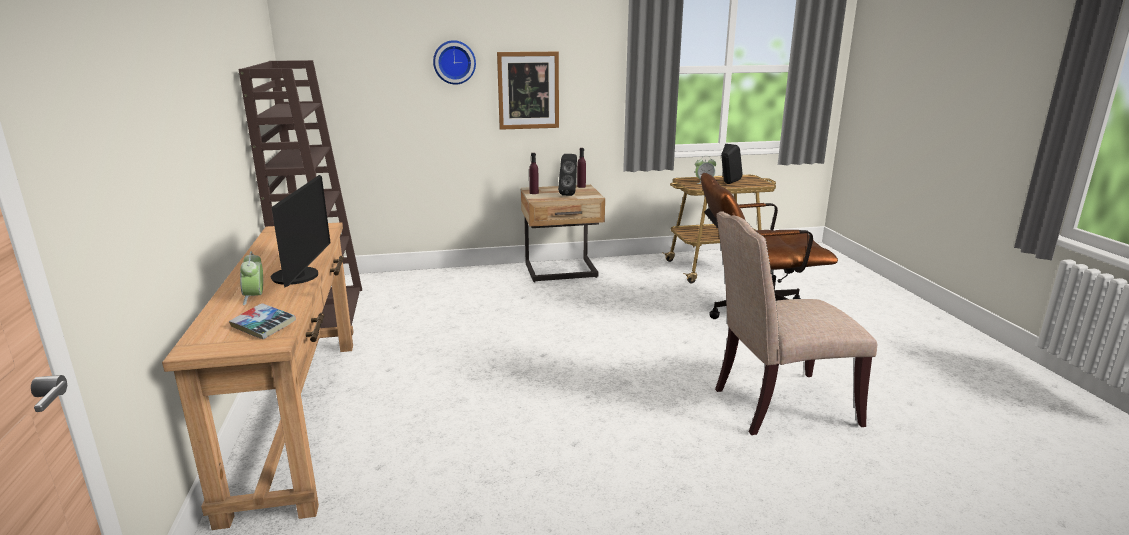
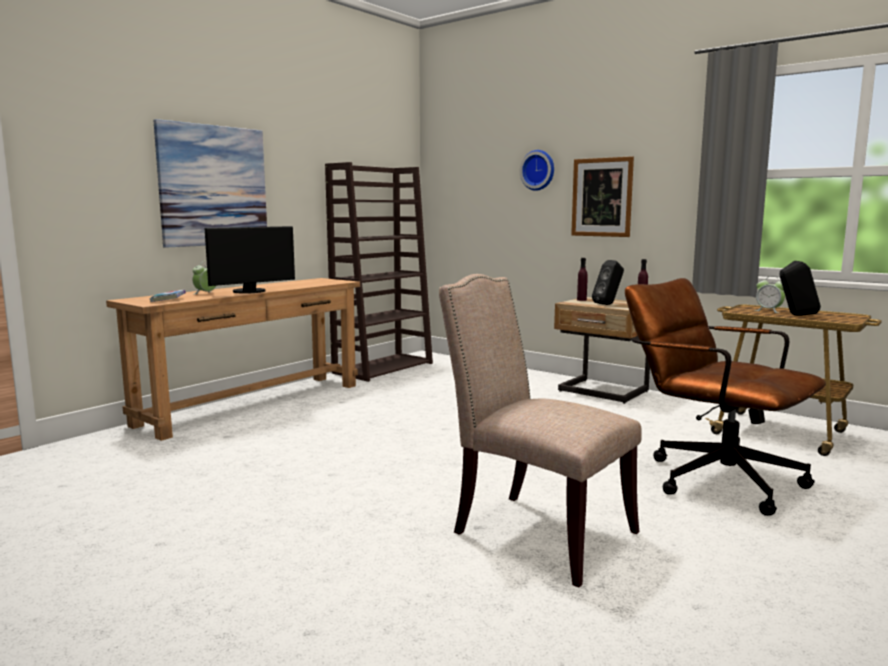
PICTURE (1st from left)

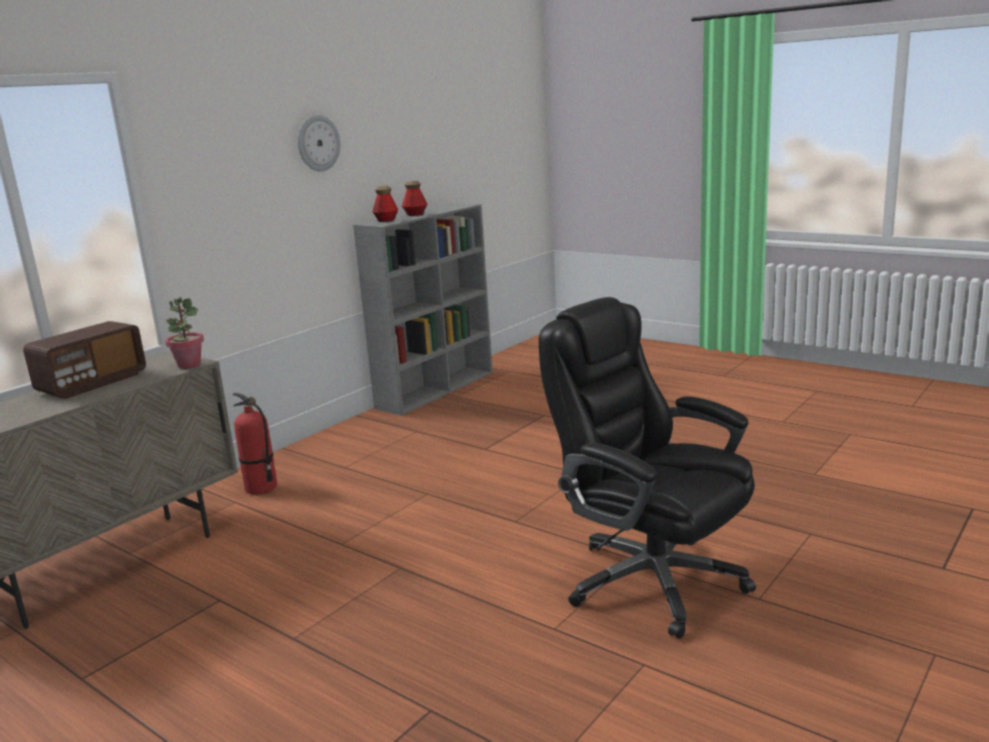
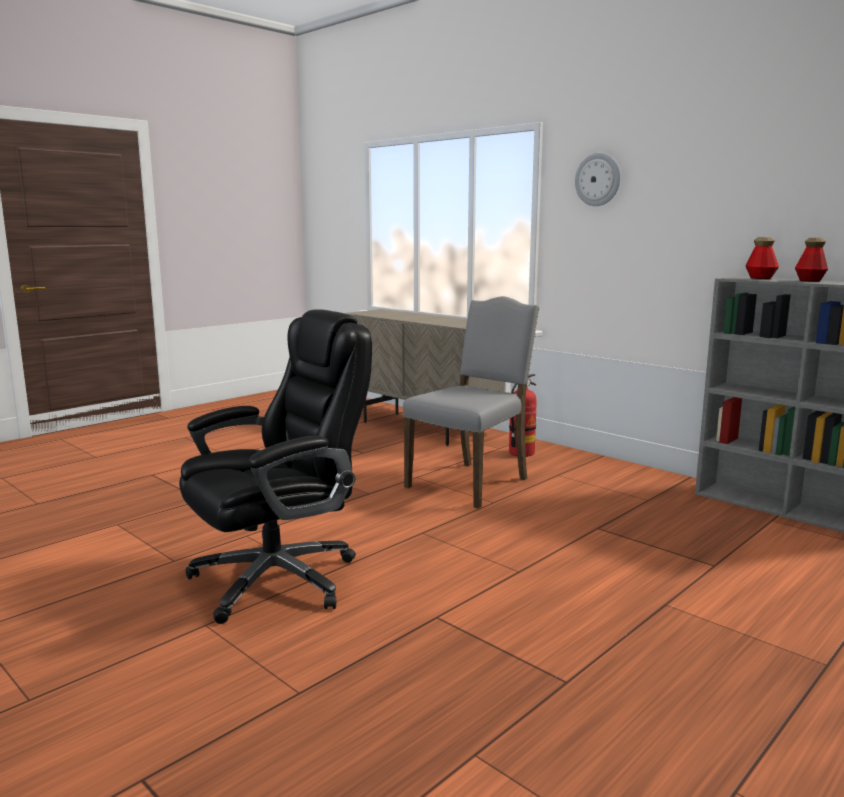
RADIO; POTTED PLANT; WALL CLOCK; GREY CHAIR

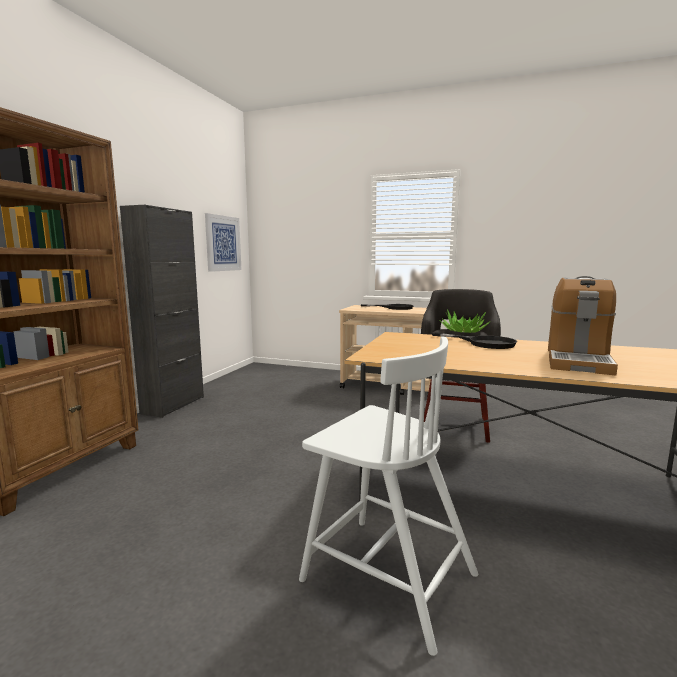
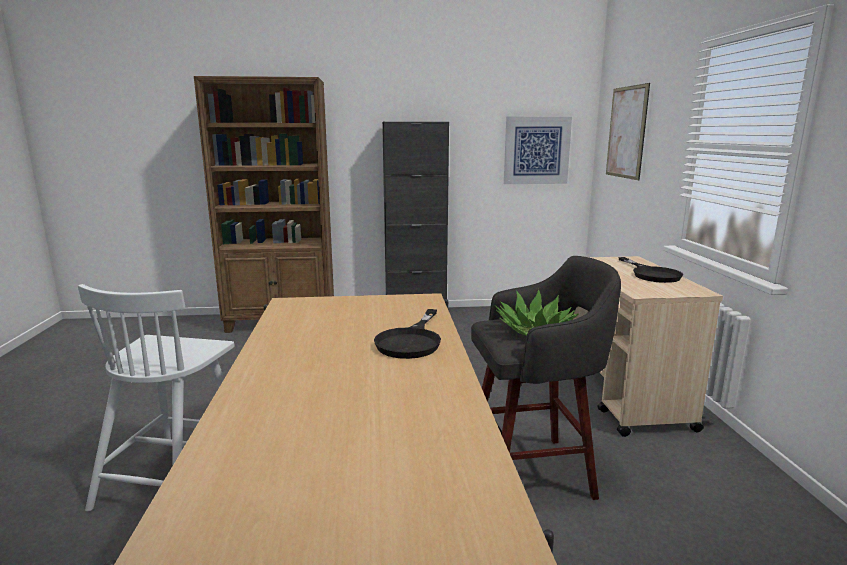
COFFEE MACHINE; PICTURE (2nd from left)

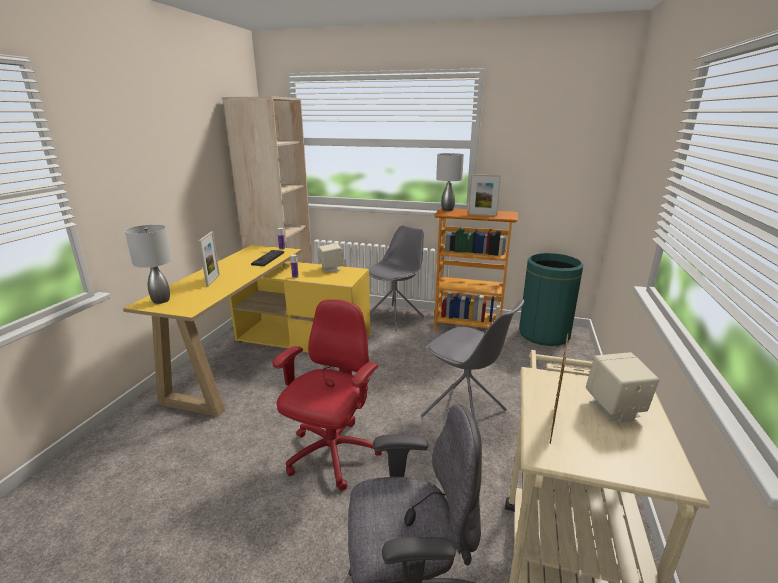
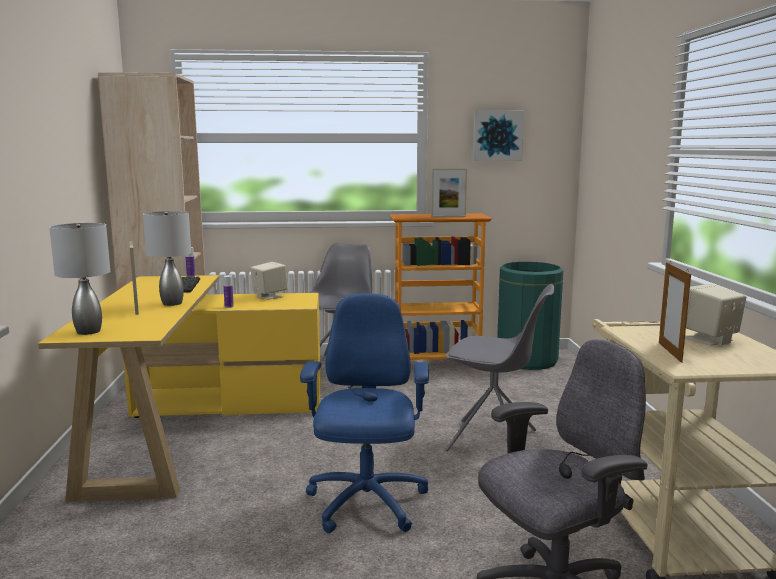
BLUE OFFICE CHAIR; GREY TABLE LAMP (2nd from left); PICTURE

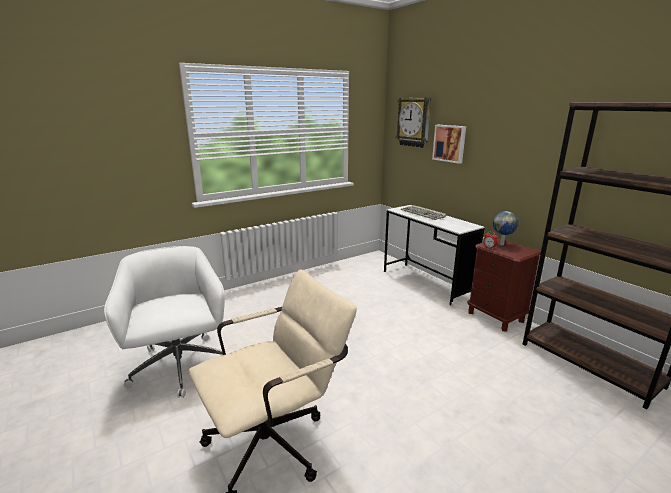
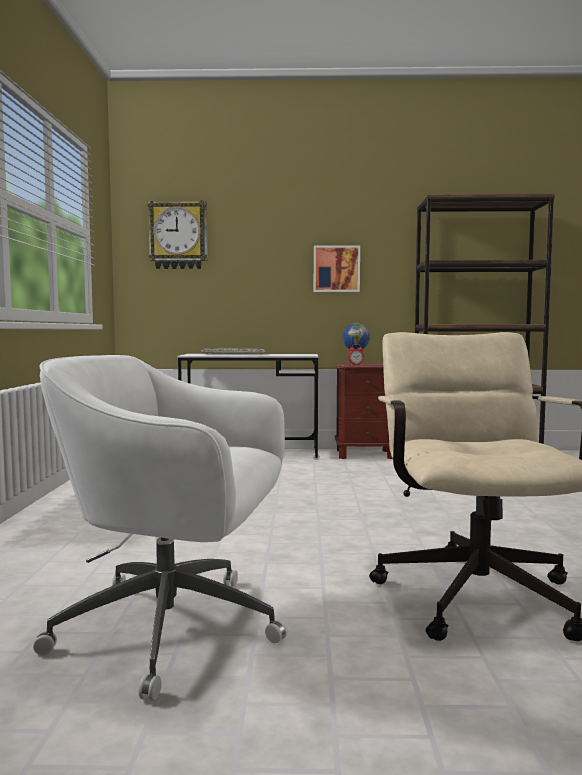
PICTURE

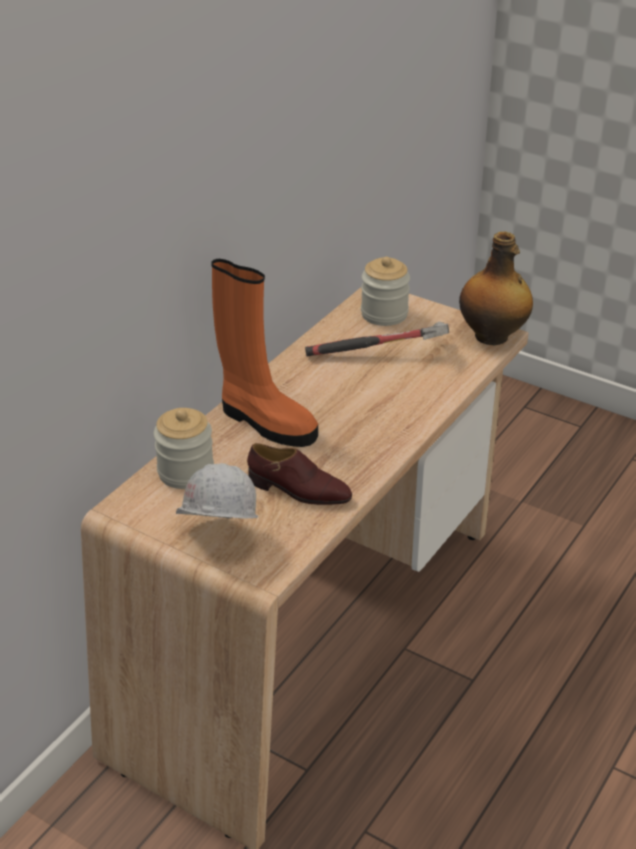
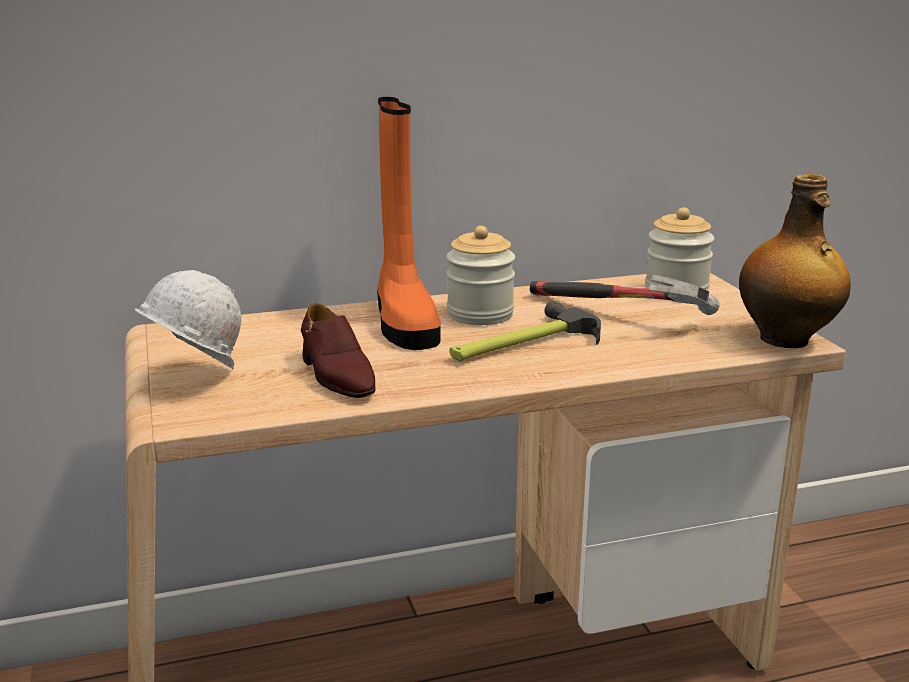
JAR (1st from left); HAMMER (1st from left)

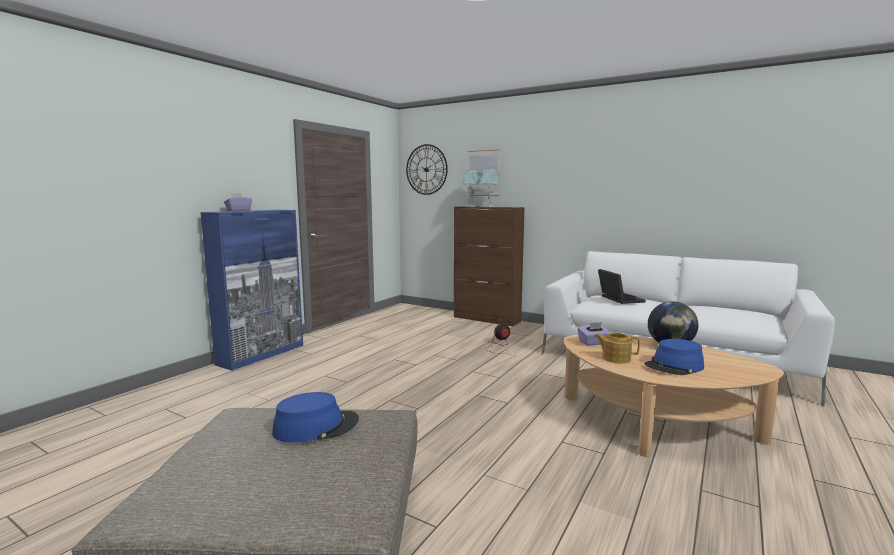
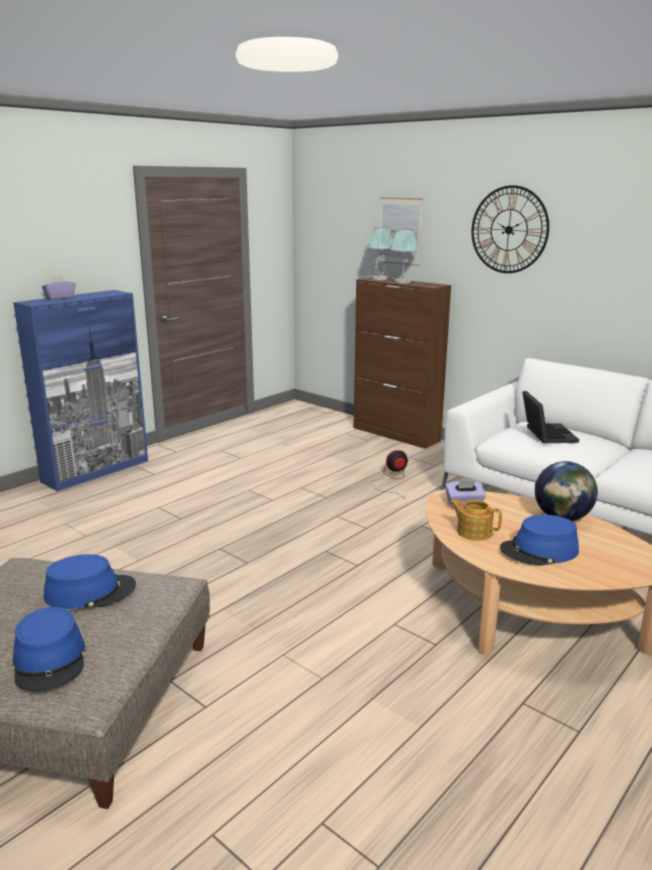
WALL CLOCK; BLUE HAT (1st from left)

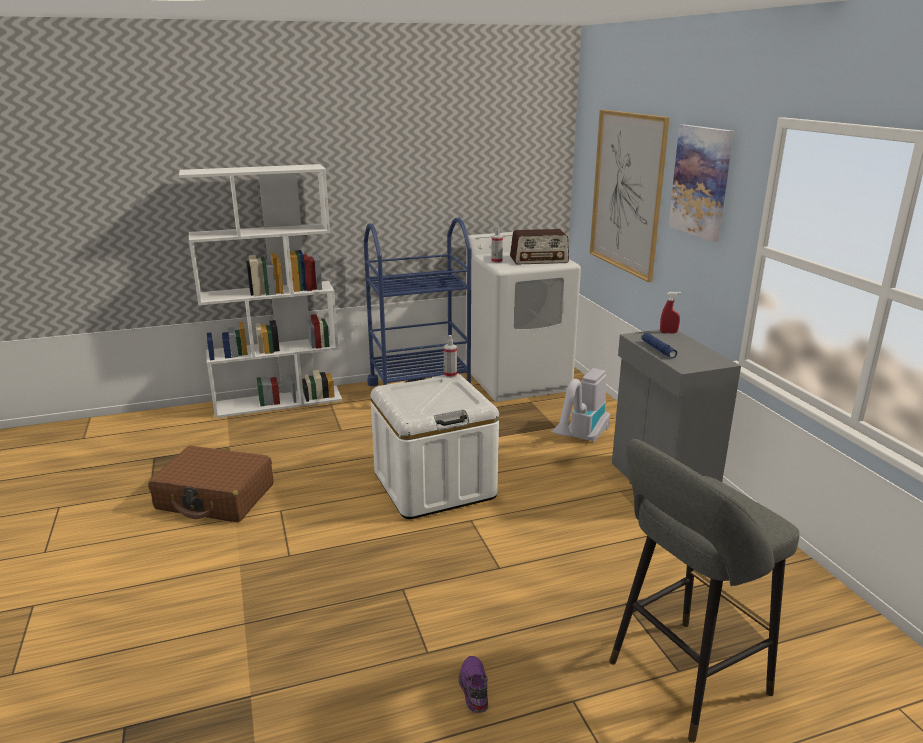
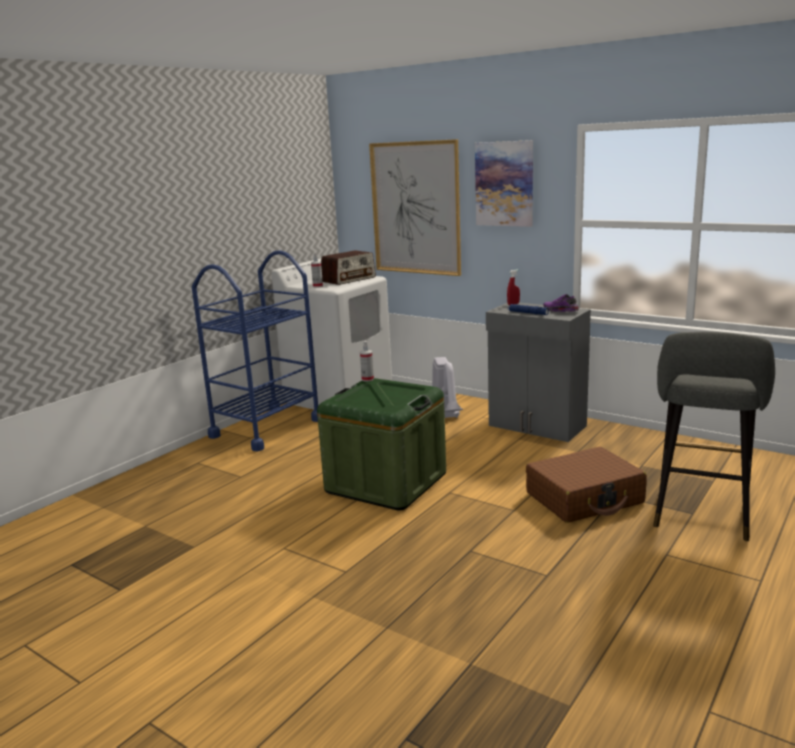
BROWN SUITCASE; WHITE BOOKCASE; GREEN STORAGE BOX; PURPLE SHOE

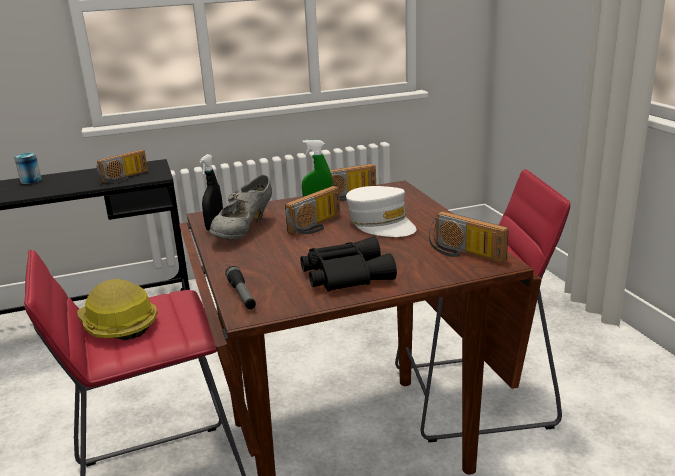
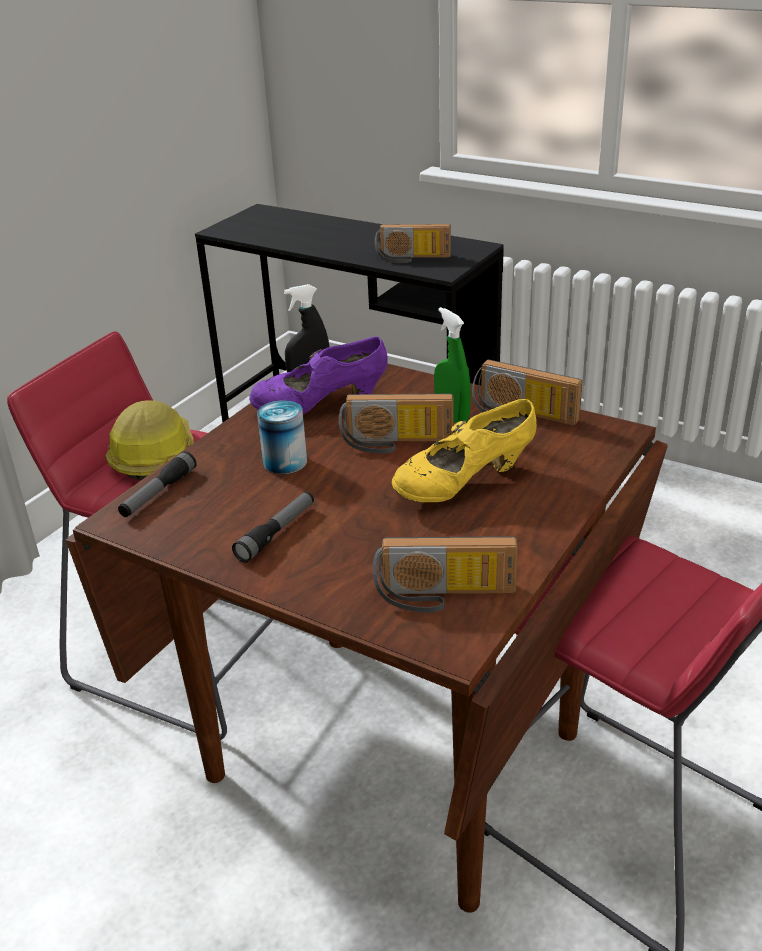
CAN; PURPLE SHOE; FLASHLIGHT (2nd from left); YELLOW SHOE; RADIO (3rd from left)

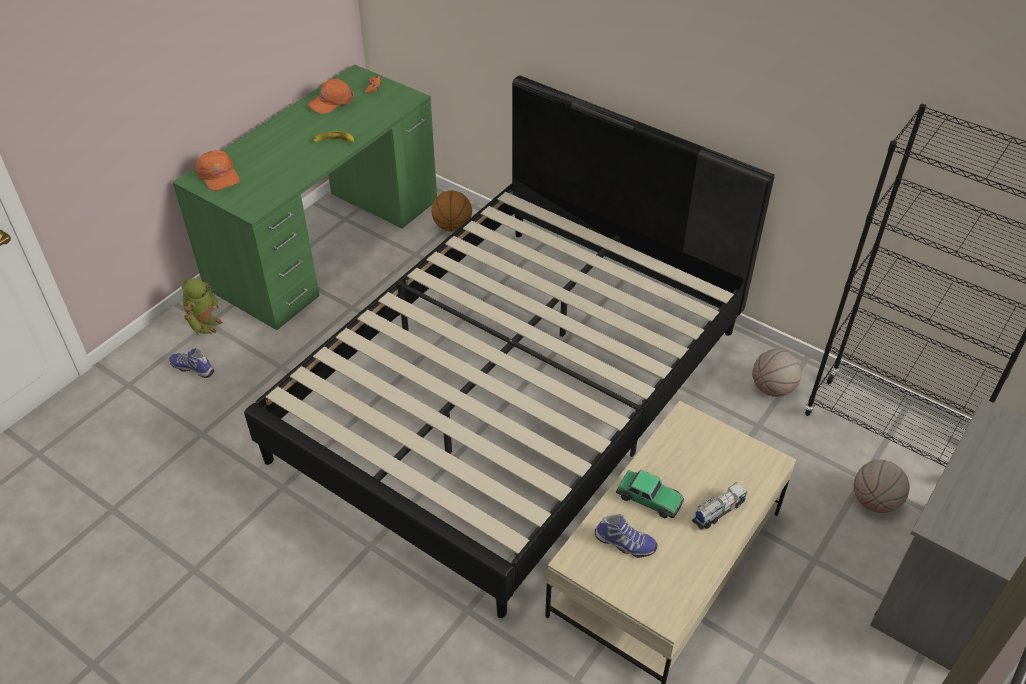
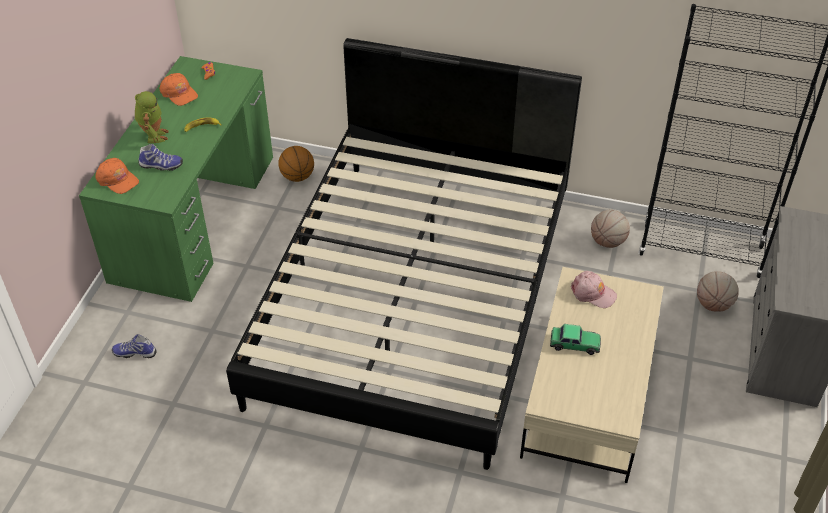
TOY ROBOT; ORANGE CAP (2nd from left); SHOE (2nd from left); TOY TRUCK; PINK CAP

